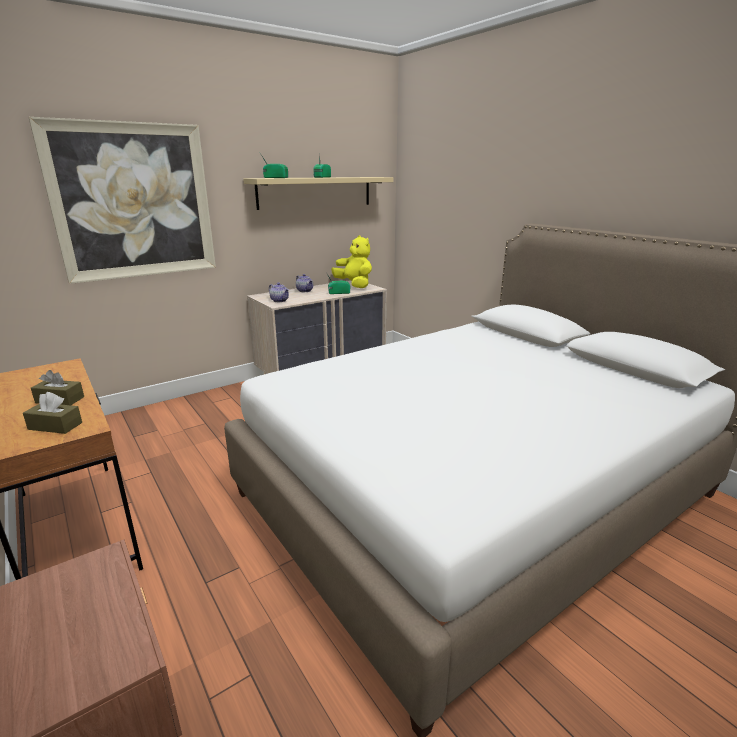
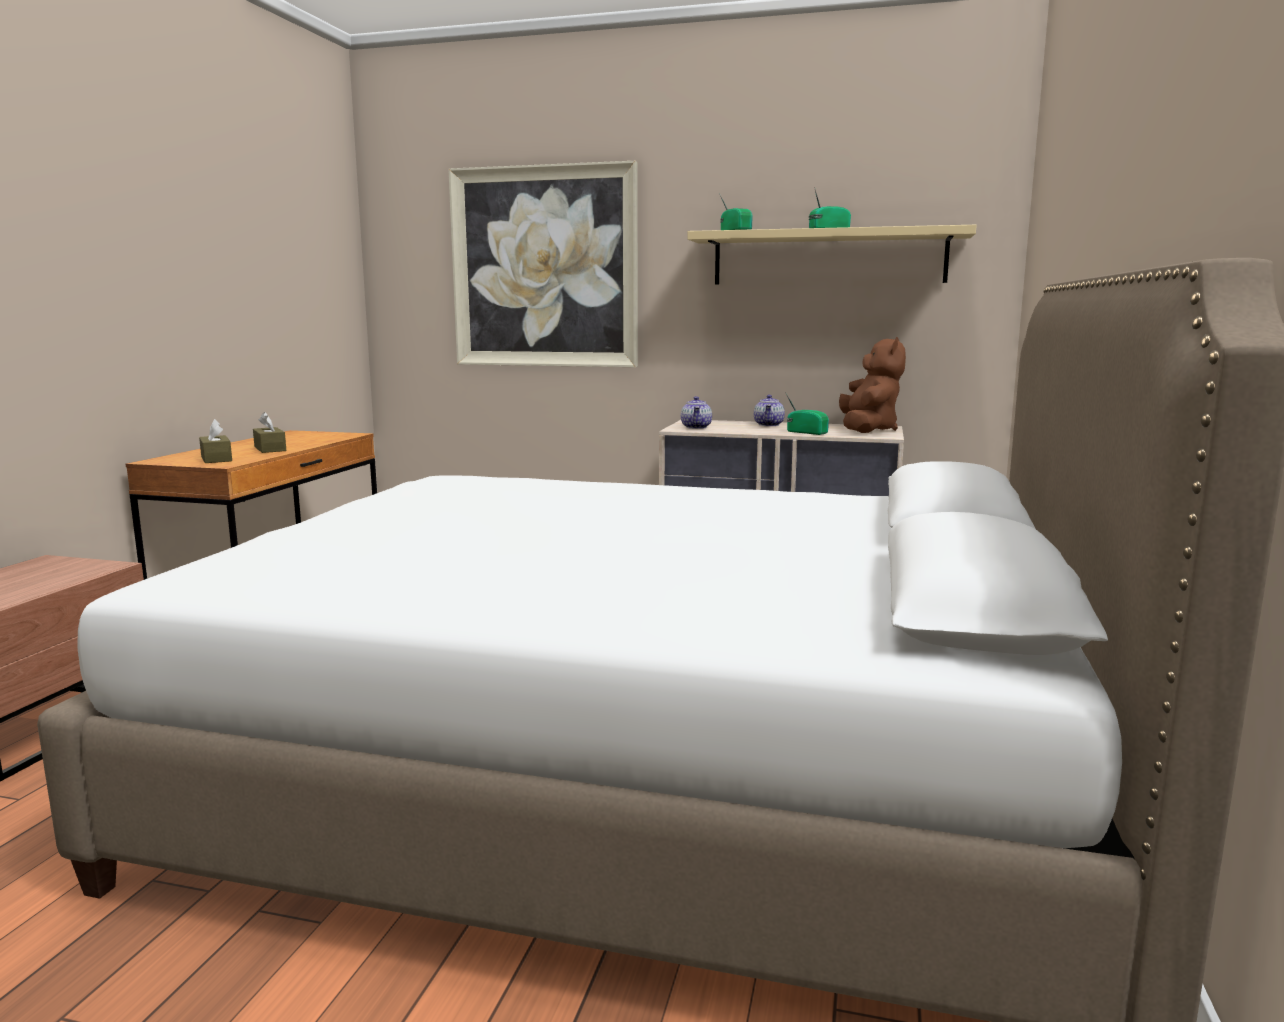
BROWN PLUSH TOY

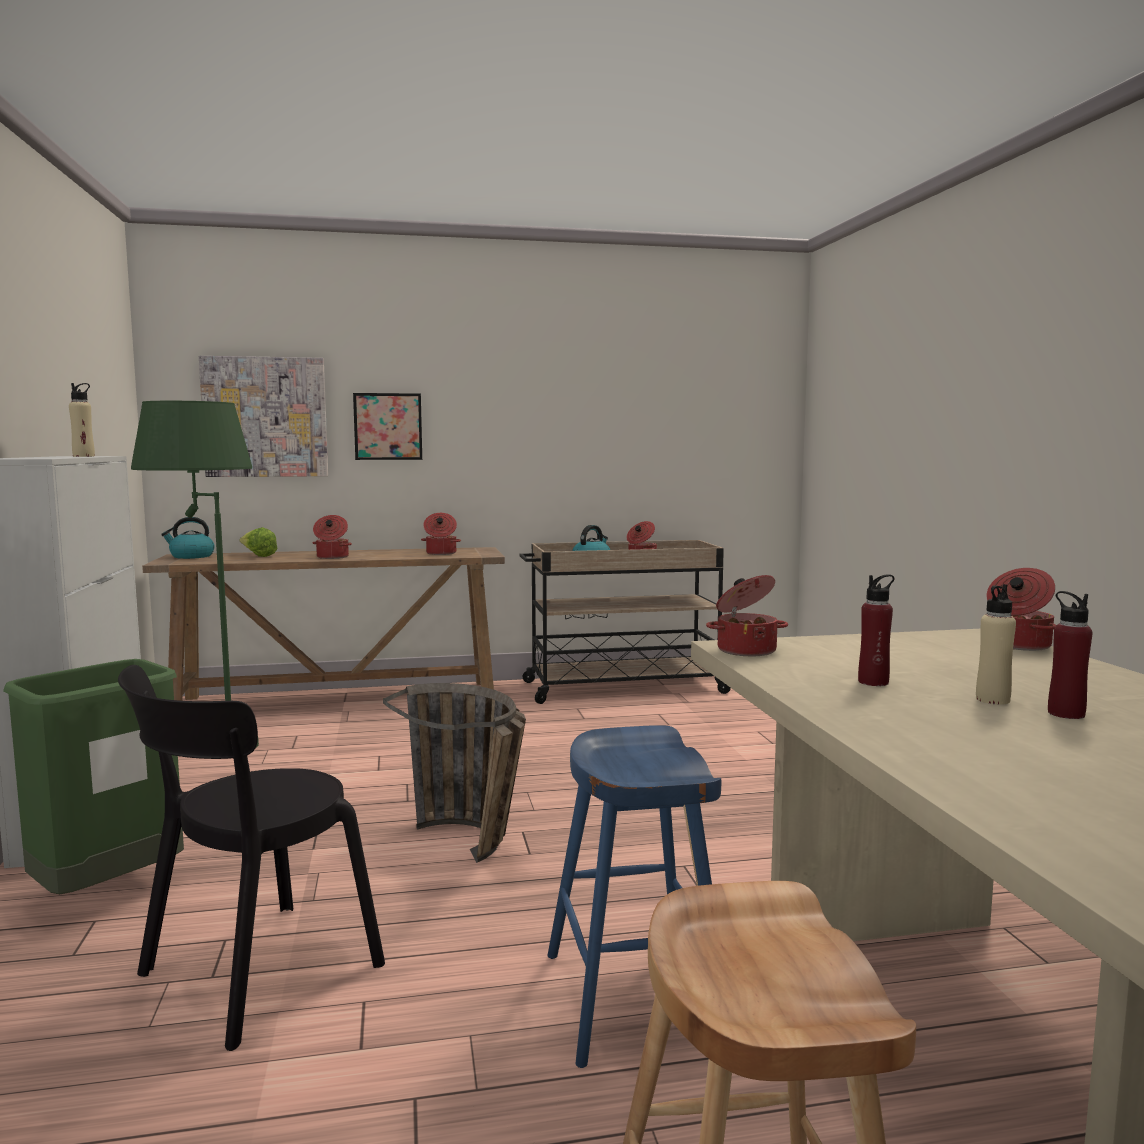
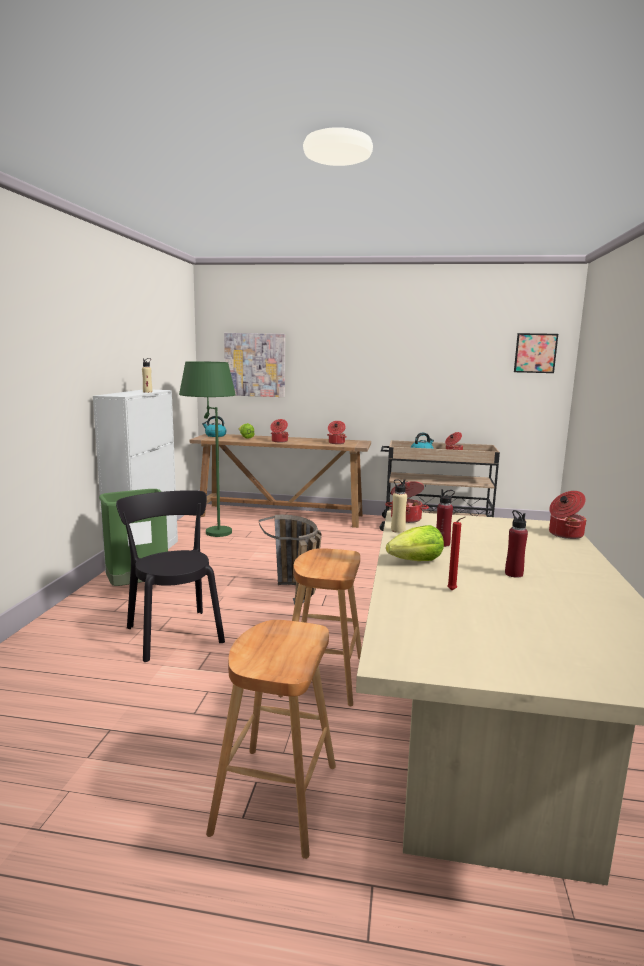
BLACK CHAIR; PICTURE (2nd from left); BROWN STOOL (2nd from left); BEIGE BOTTLE (2nd from left); LETTUCE (2nd from left); RED CANDLE

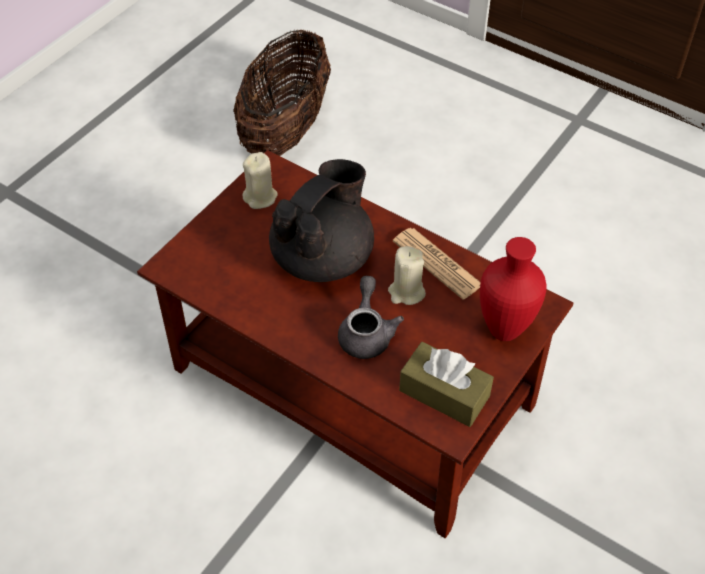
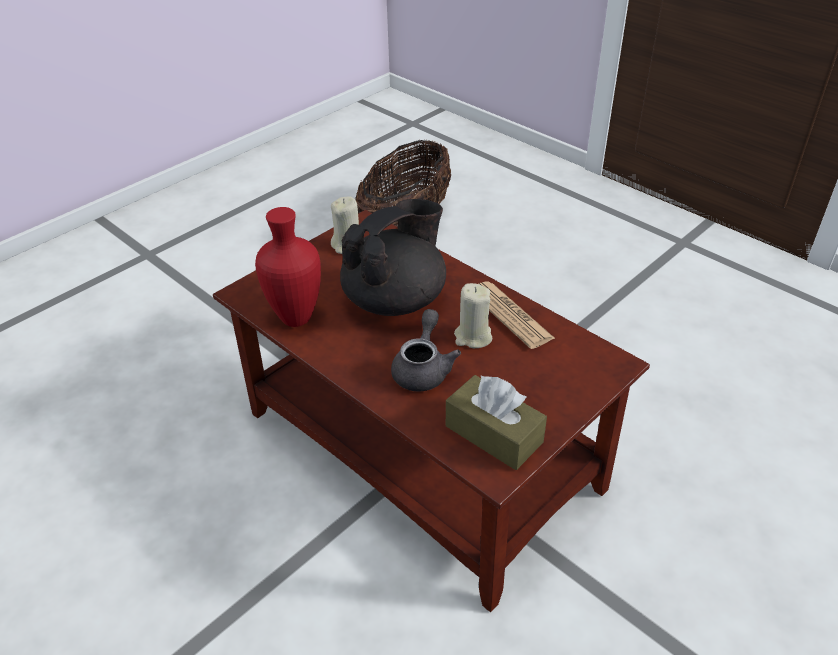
RED VASE

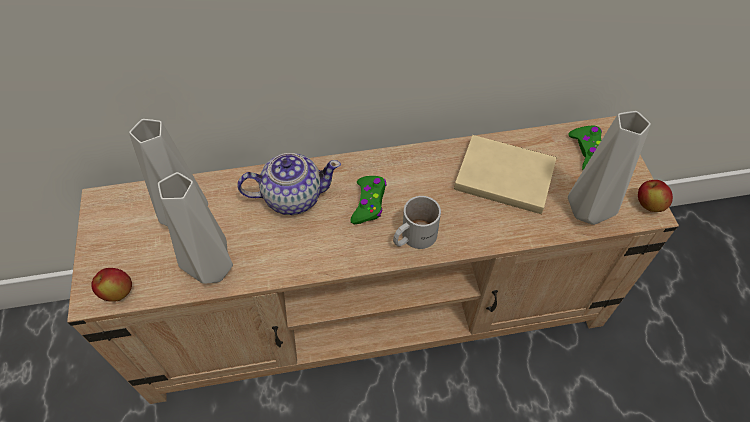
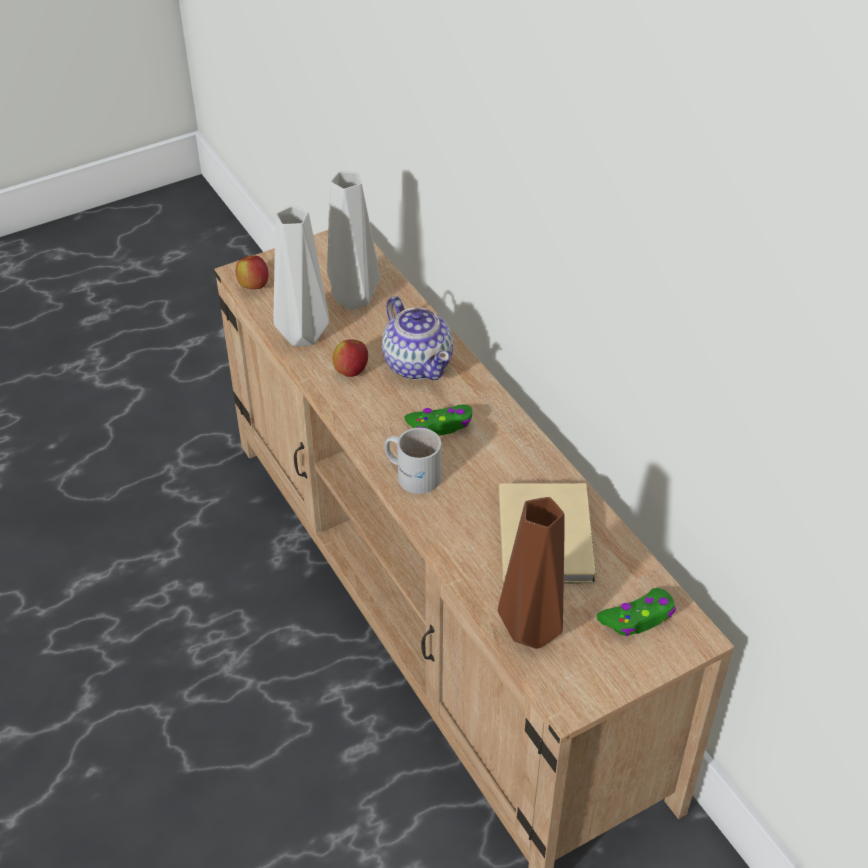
BROWN VASE; APPLE (2nd from left)

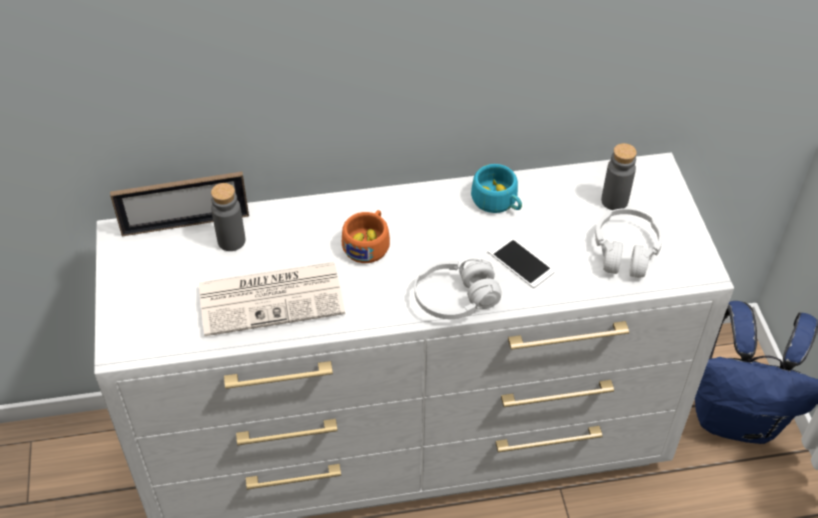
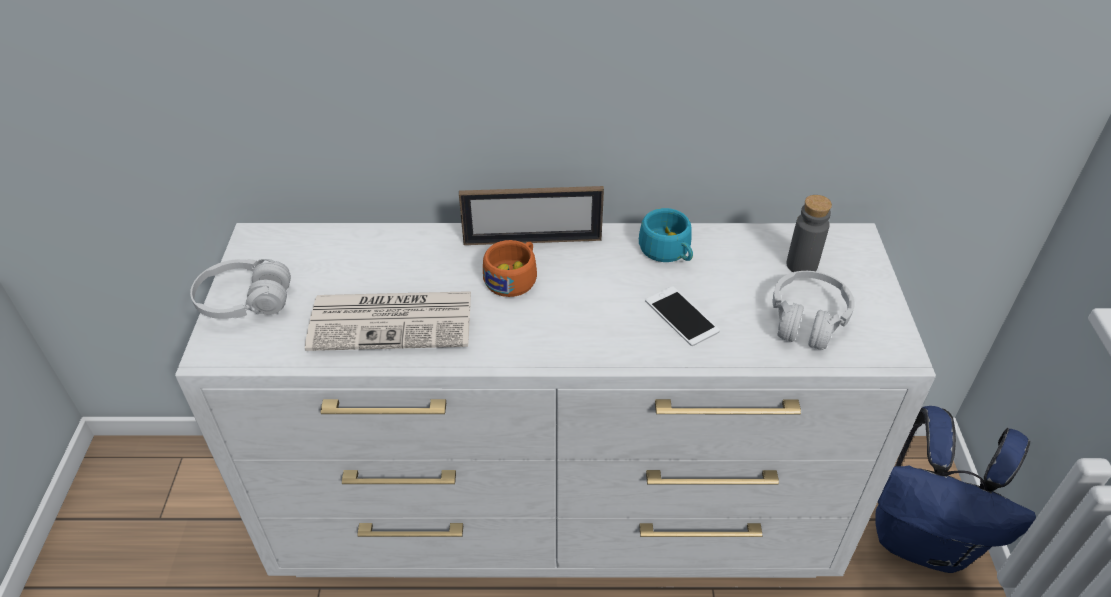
PICTURE FRAME; GREY BOTTLE (1st from left in the first image); WHITE HEADPHONES (1st from left)

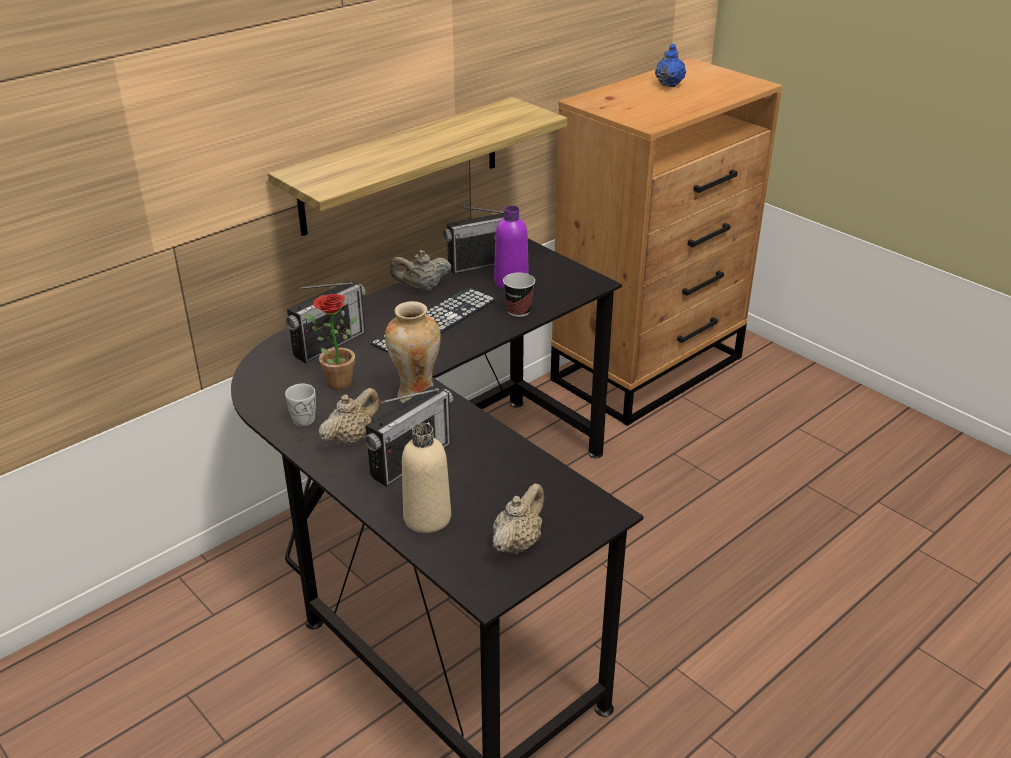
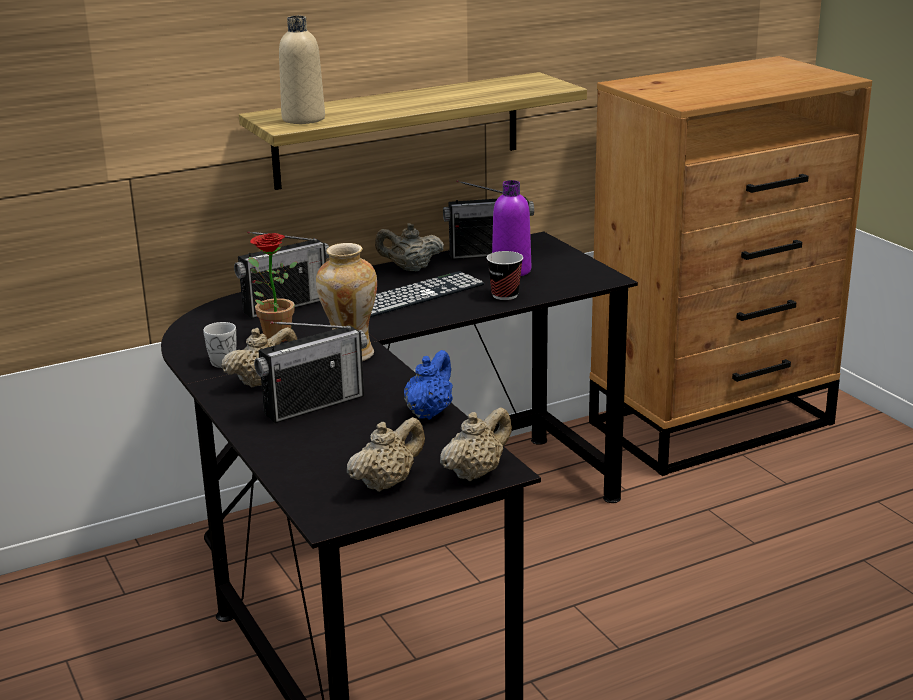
BEIGE BOTTLE; BLUE TEAPOT; BEIGE TEAPOT (4th from left)

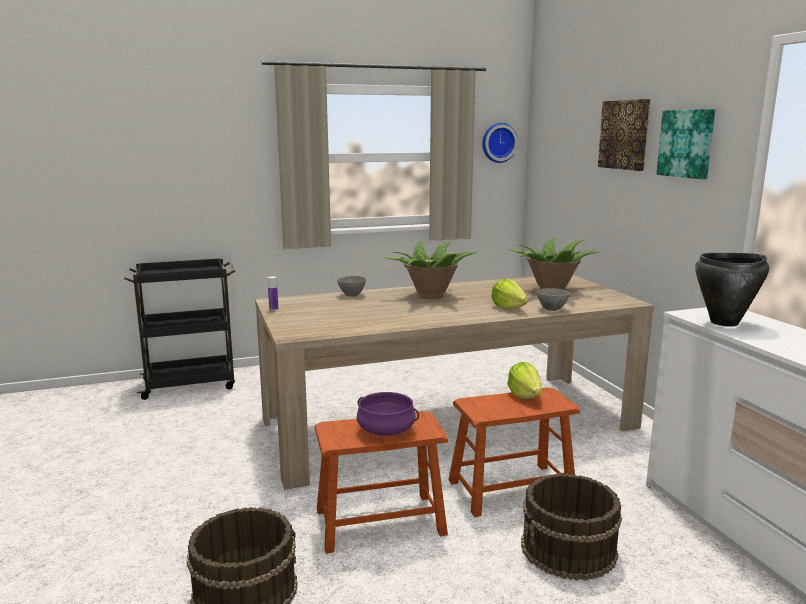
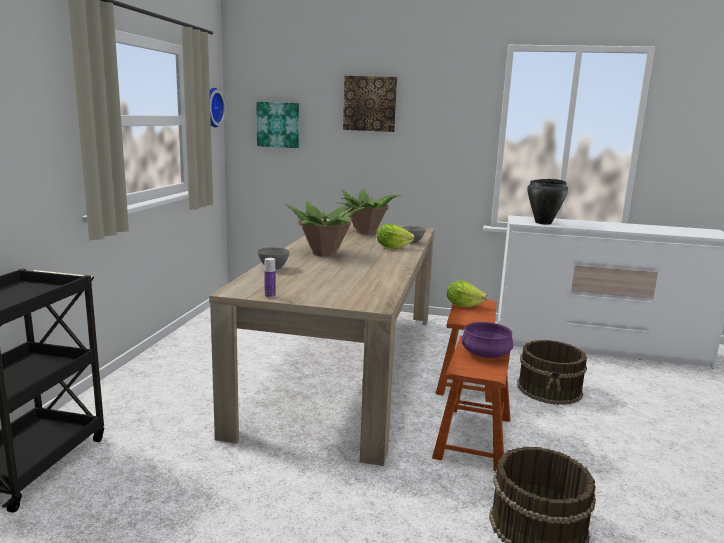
PICTURE (1st from left)

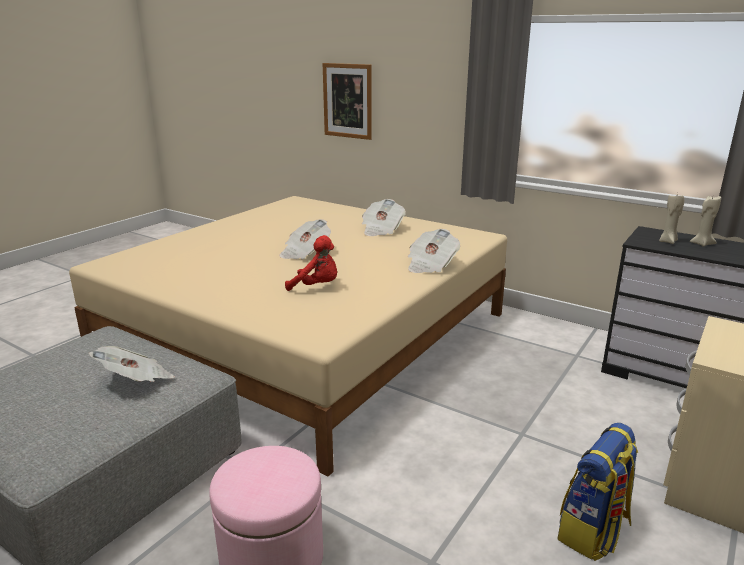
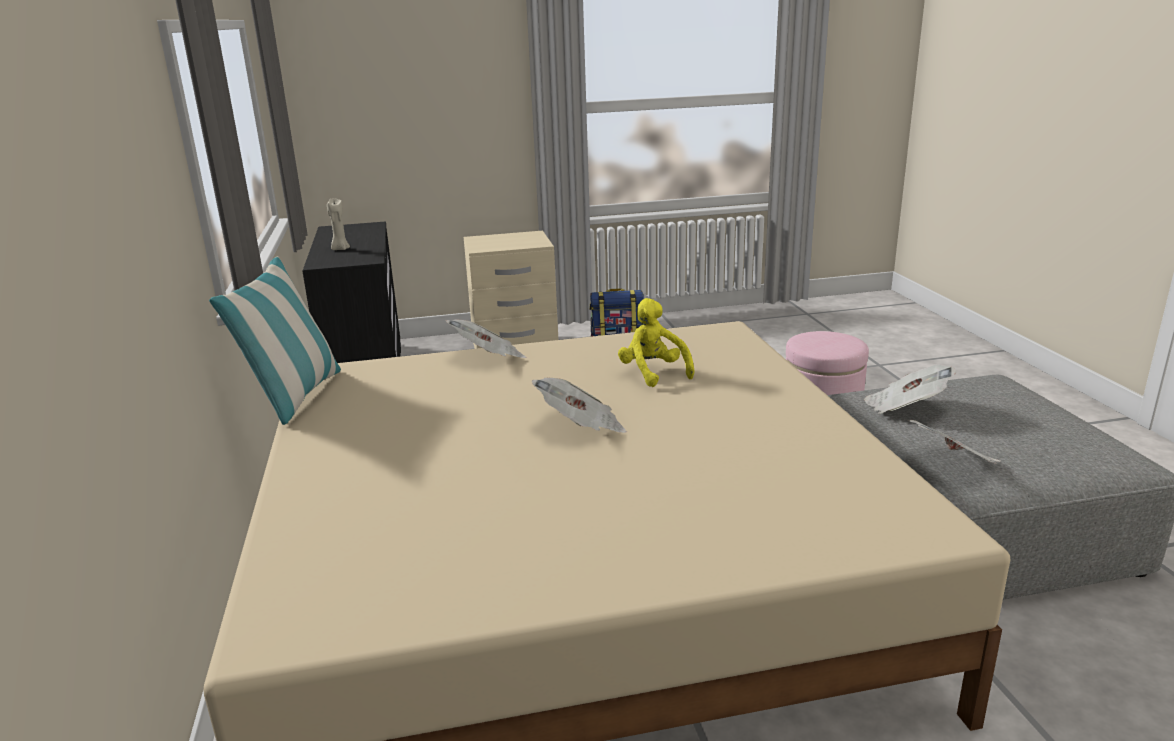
YELLOW PLUSH TOY; PICTURE; NEWSPAPER (4th from left); BEIGE CANDLE (1st from left in the first image); PILLOW

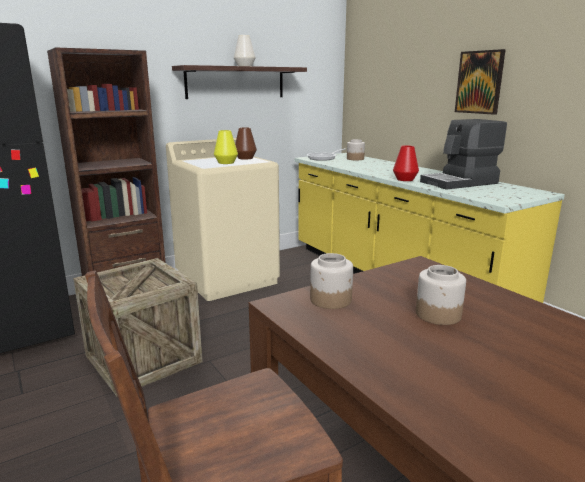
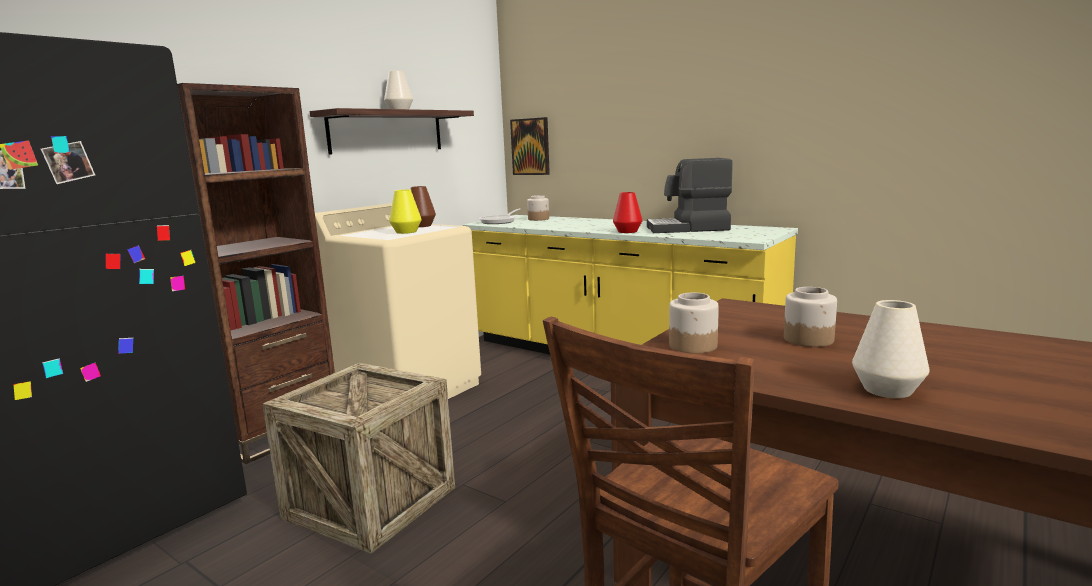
COFFEE MACHINE; PICTURE; WHITE VASE (2nd from left)

